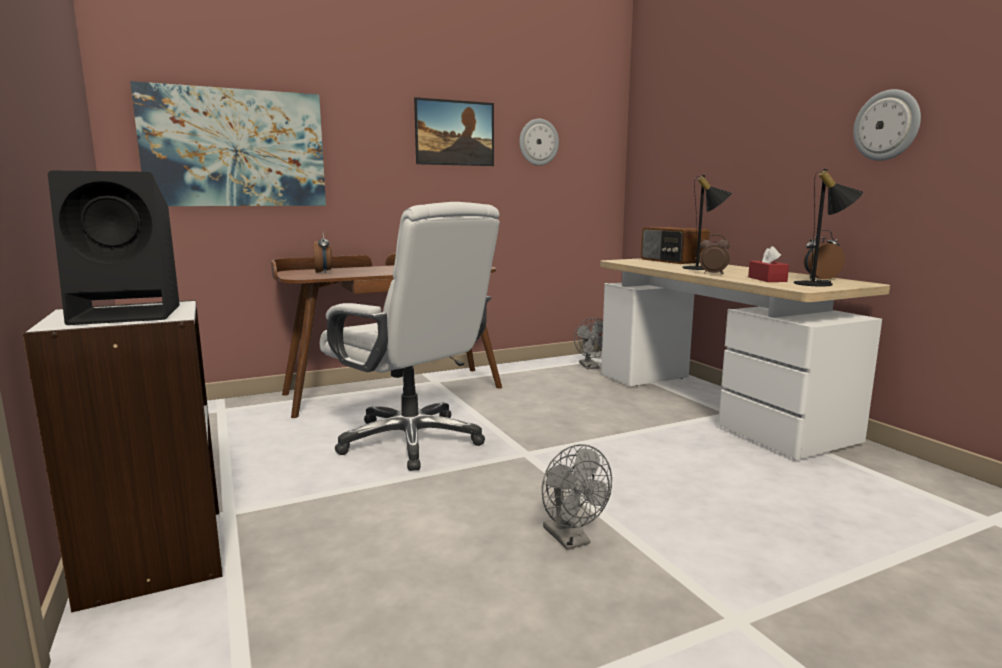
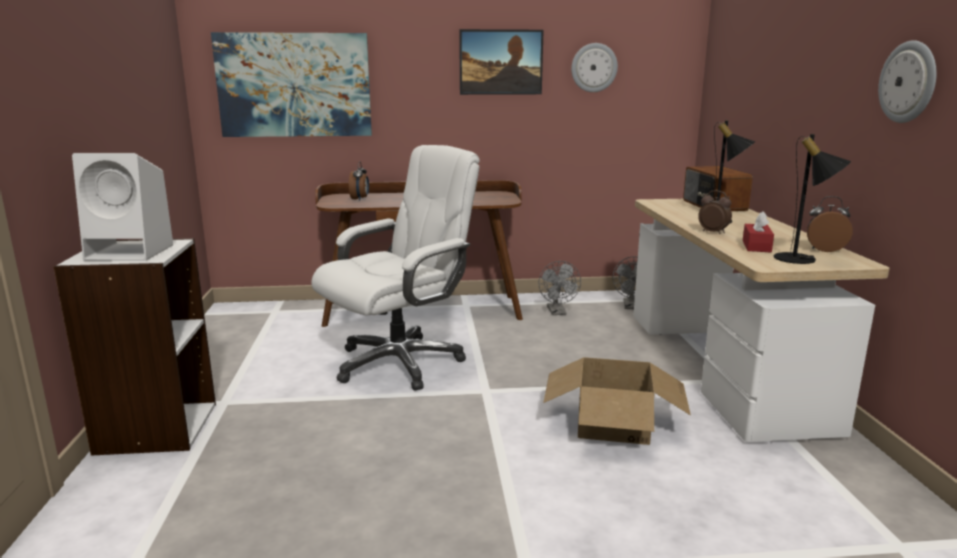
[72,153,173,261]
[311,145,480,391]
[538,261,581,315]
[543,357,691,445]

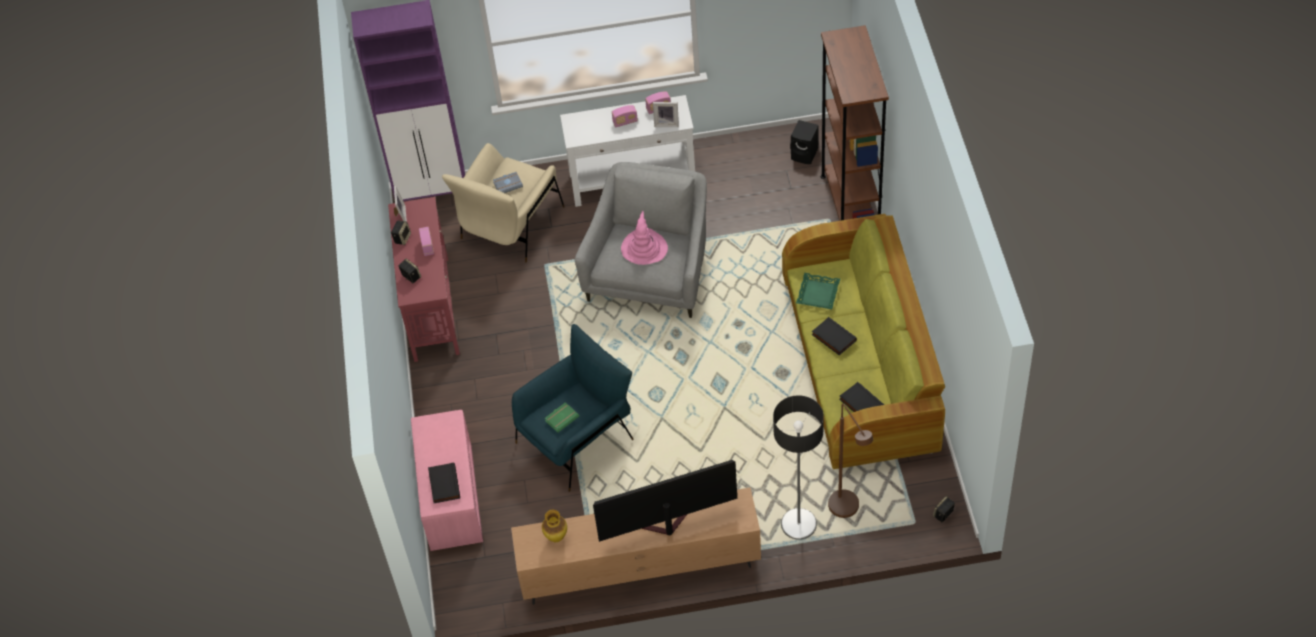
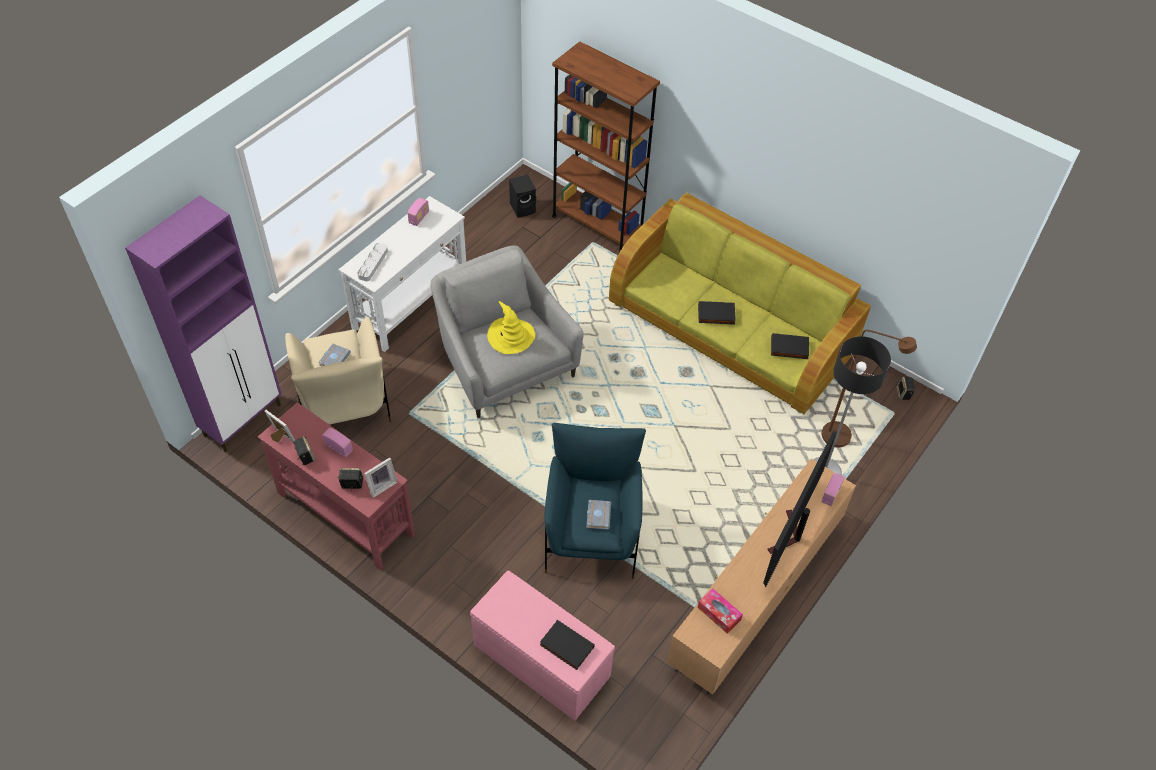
[364,458,397,498]
[821,472,845,506]
[487,301,535,354]
[796,273,840,309] (first image)
[586,500,611,530]
[697,589,743,634]
[357,243,388,281]

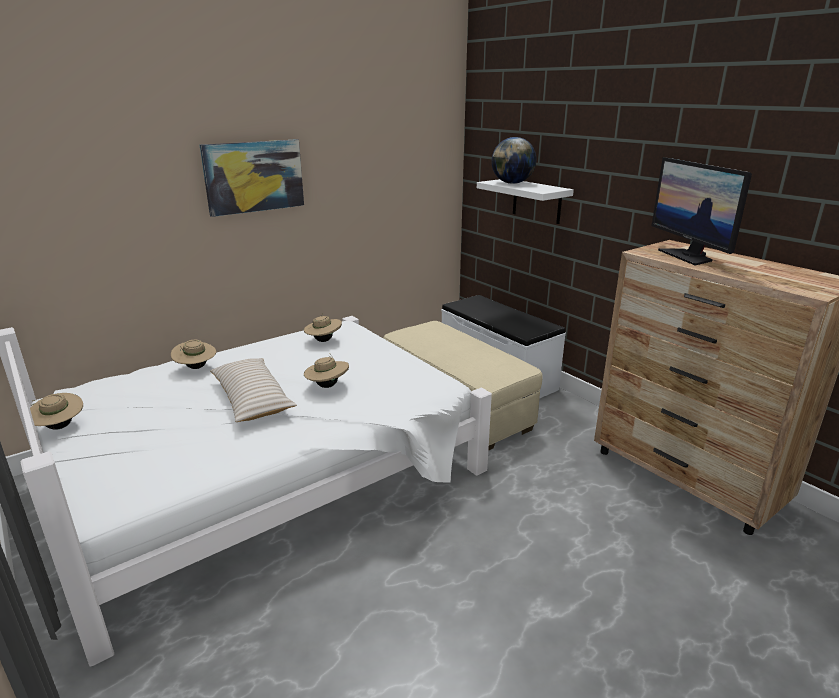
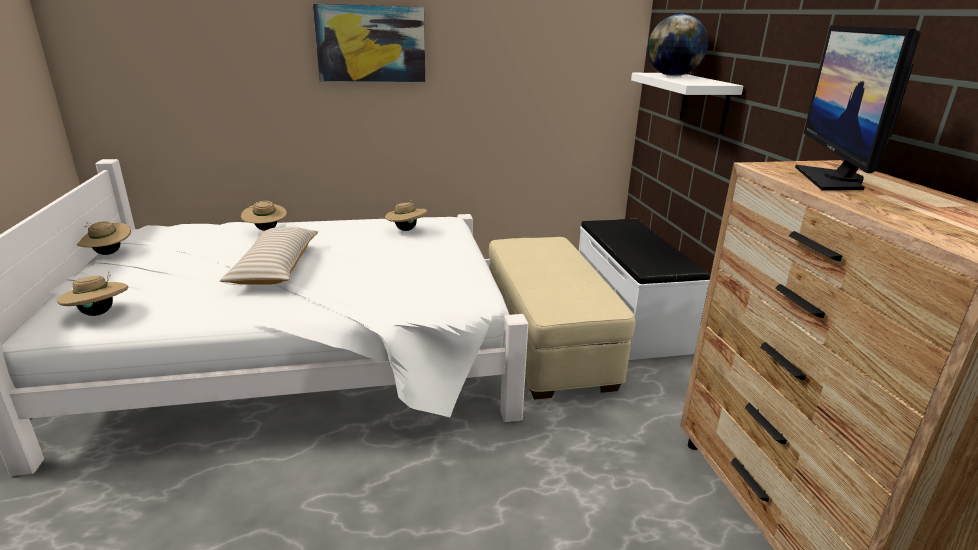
[57,272,128,316]

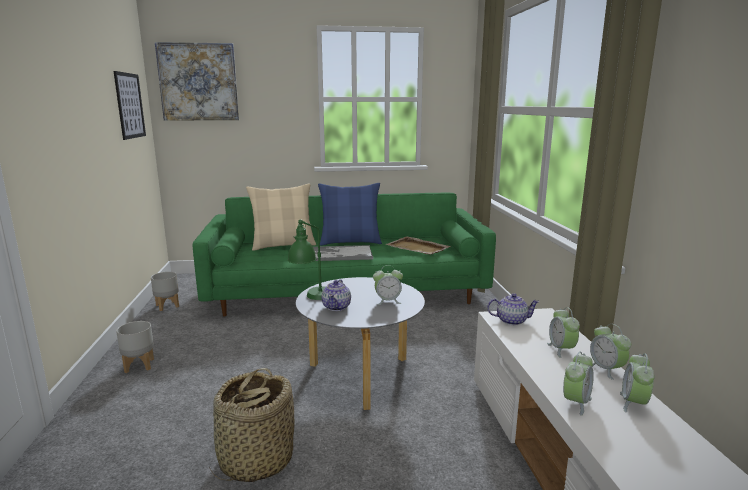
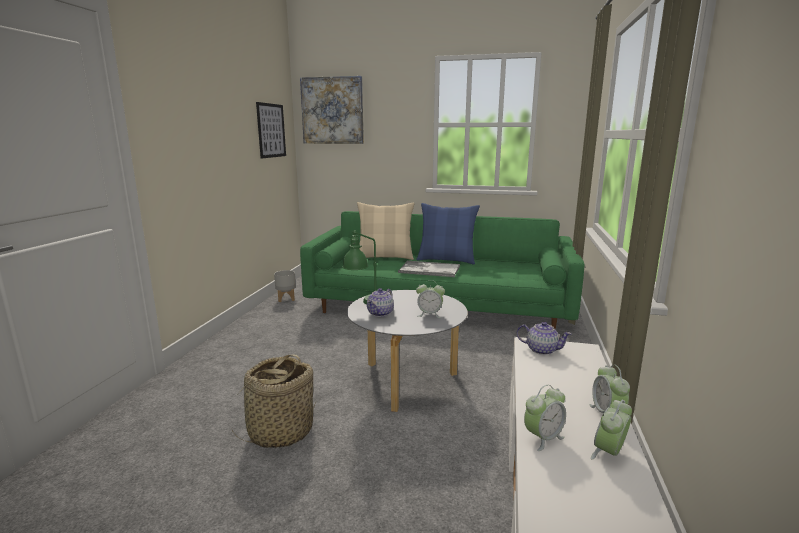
[385,236,451,255] (first image)
[547,307,580,358] (first image)
[116,321,154,373] (first image)

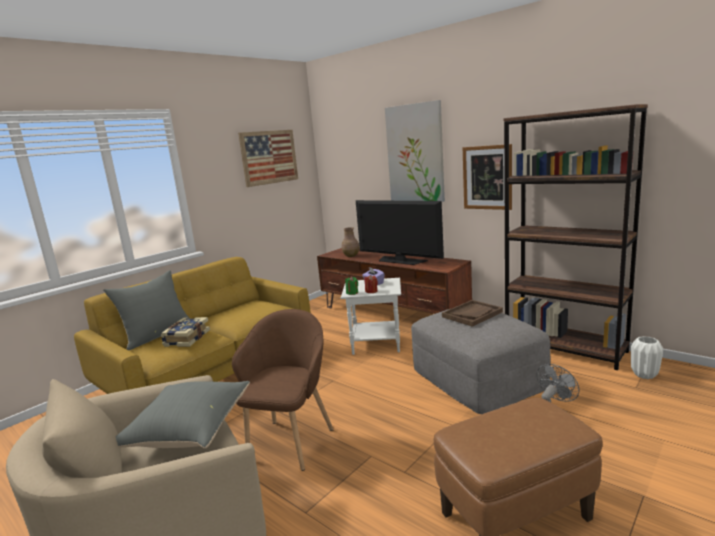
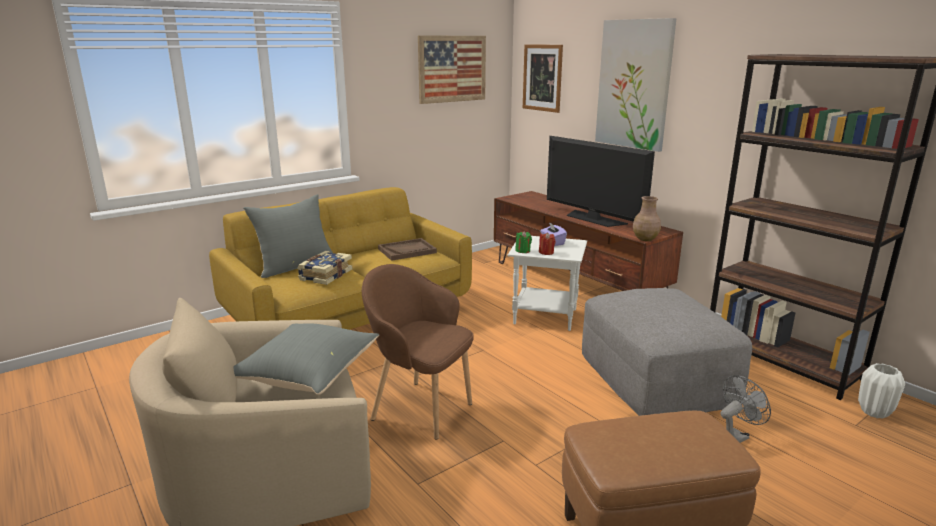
[523,44,563,113]
[633,196,661,241]
[378,238,437,261]
[362,264,474,440]

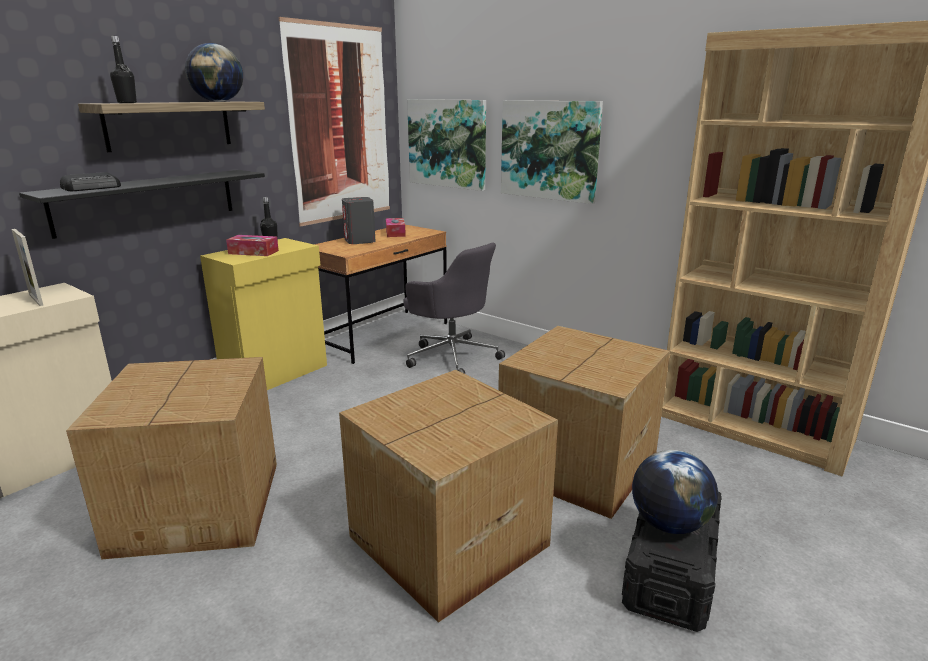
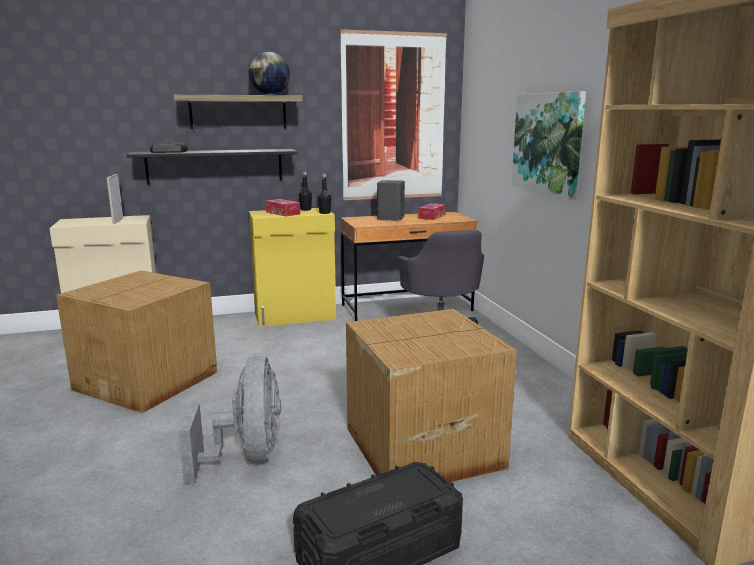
[318,173,331,214]
[407,99,486,191] (first image)
[178,356,281,483]
[632,450,718,534] (first image)

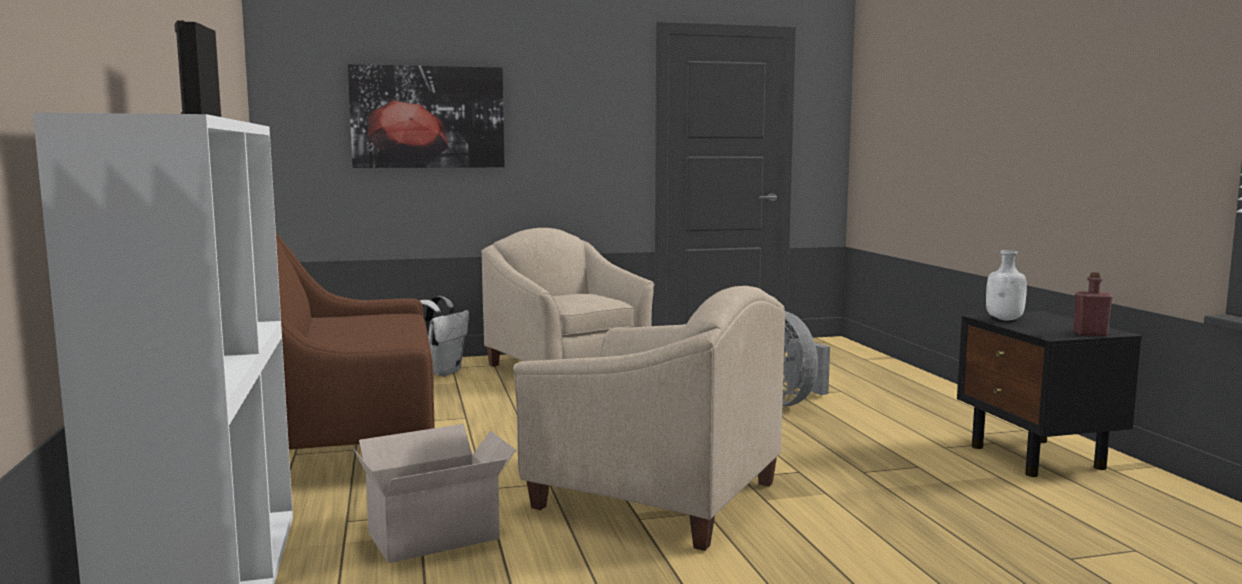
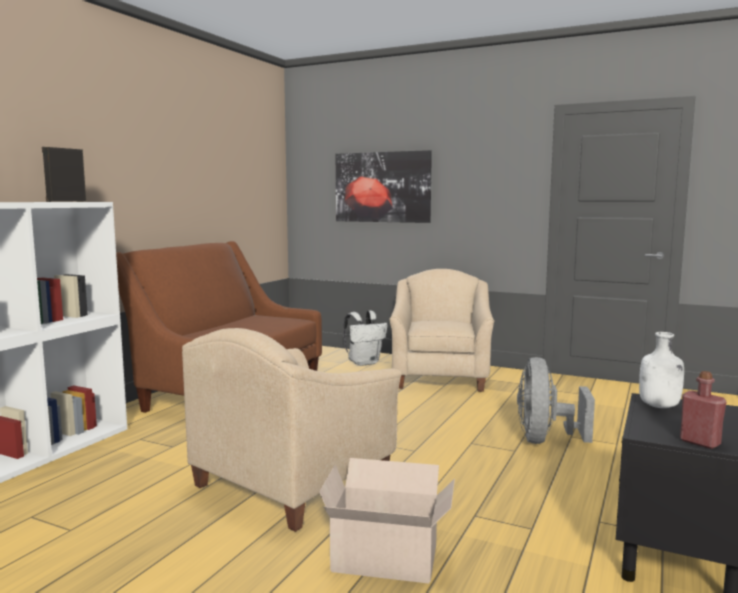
[182,328,401,532]
[319,458,455,584]

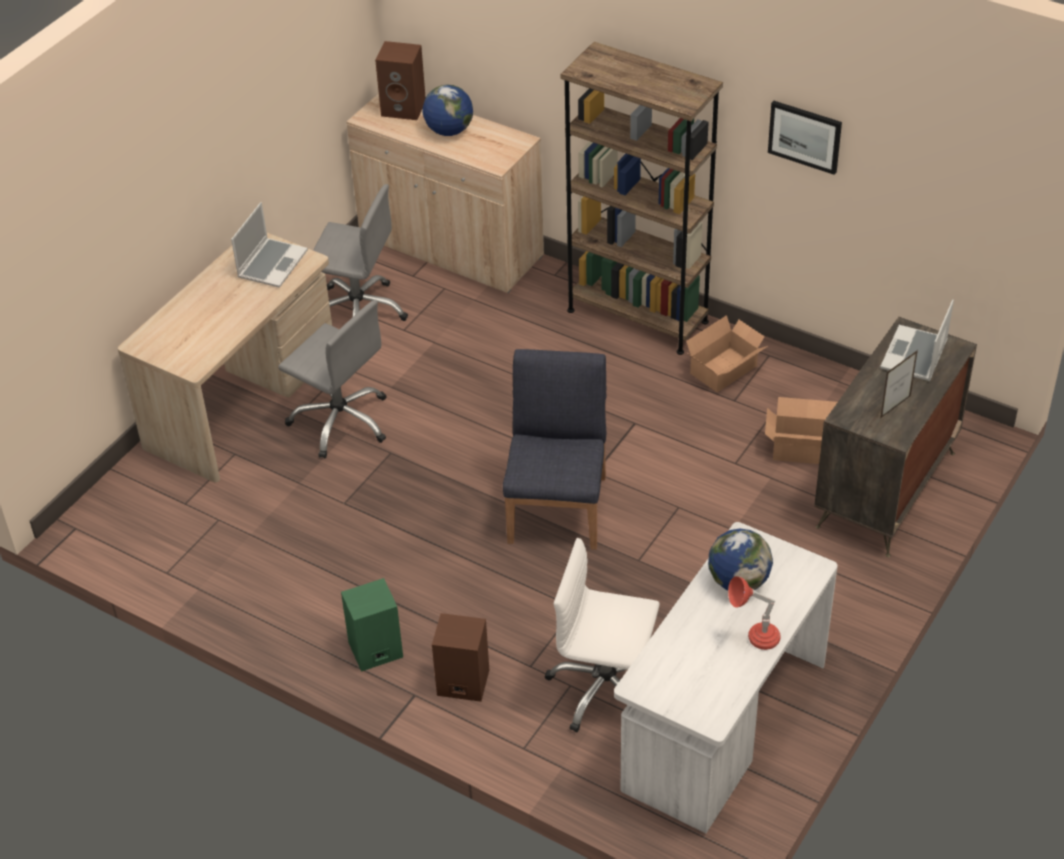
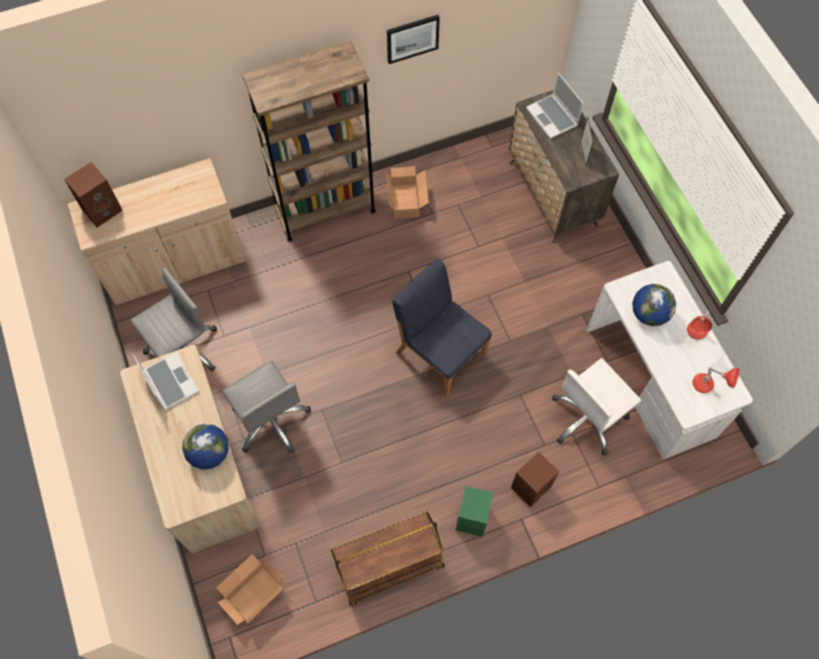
[182,424,229,470]
[222,361,311,453]
[216,554,284,625]
[693,366,739,393]
[331,512,445,606]

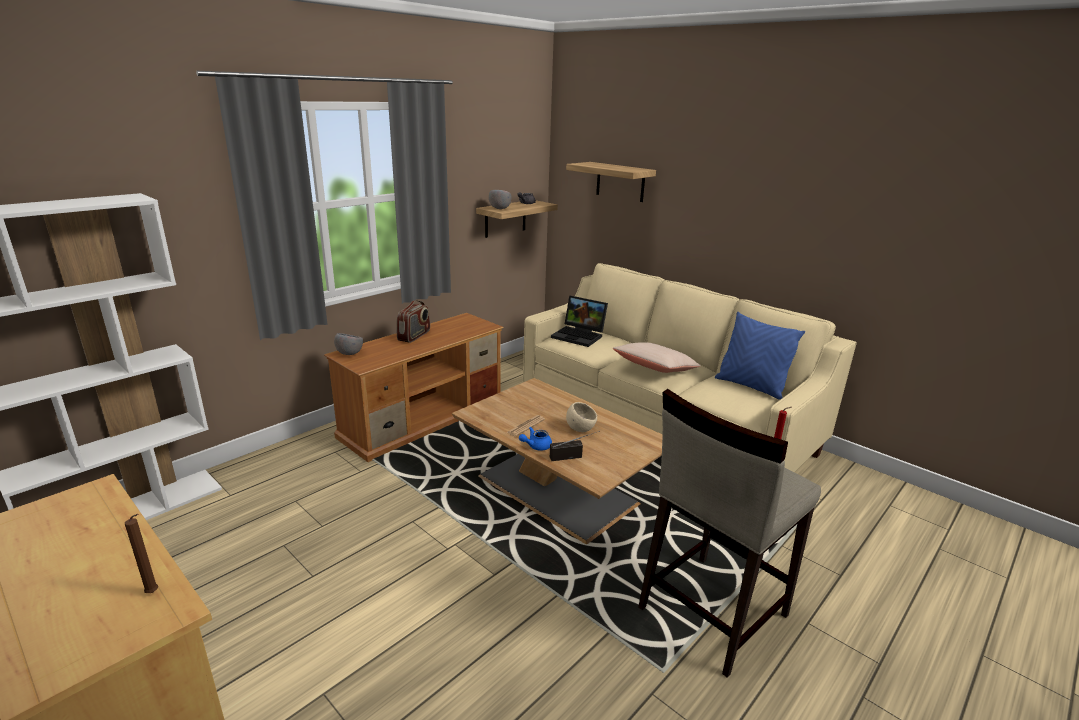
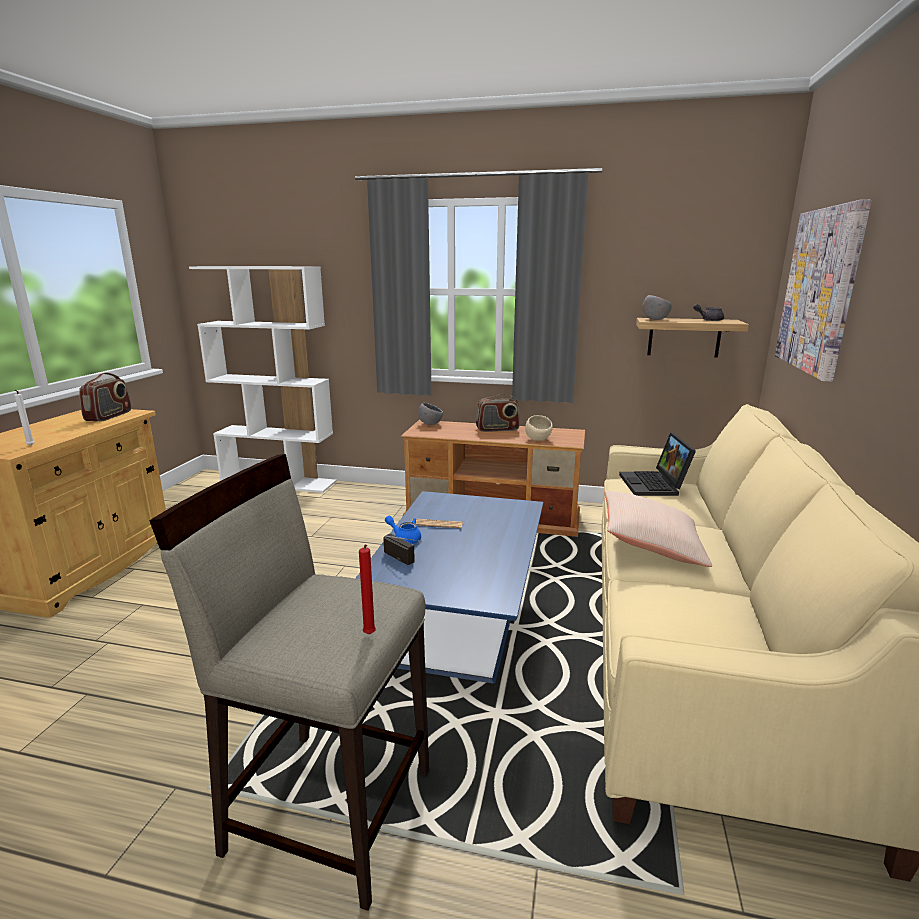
[775,199,872,382]
[715,312,805,400] (first image)
[356,491,543,683]
[525,415,553,441]
[14,390,34,446]
[79,372,131,421]

